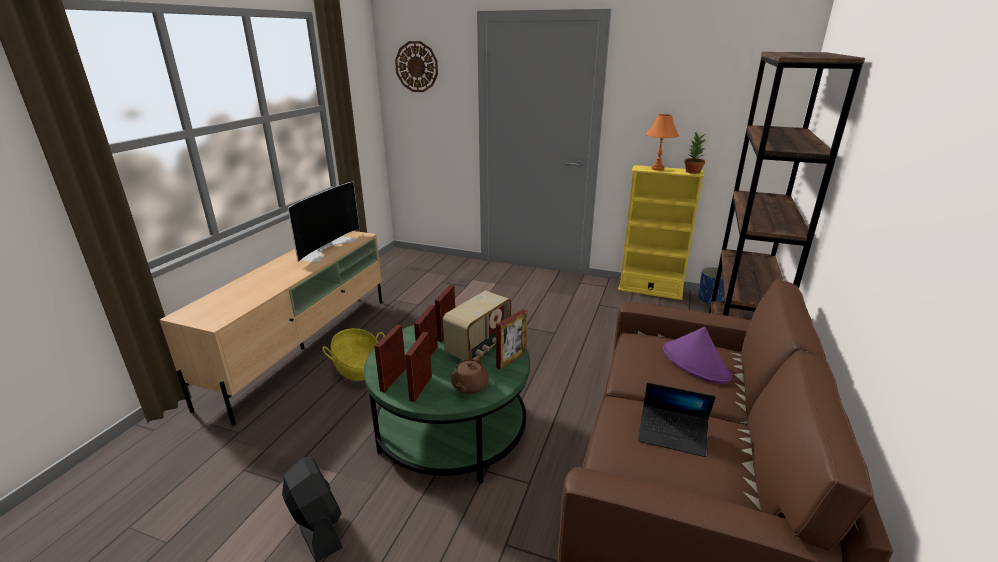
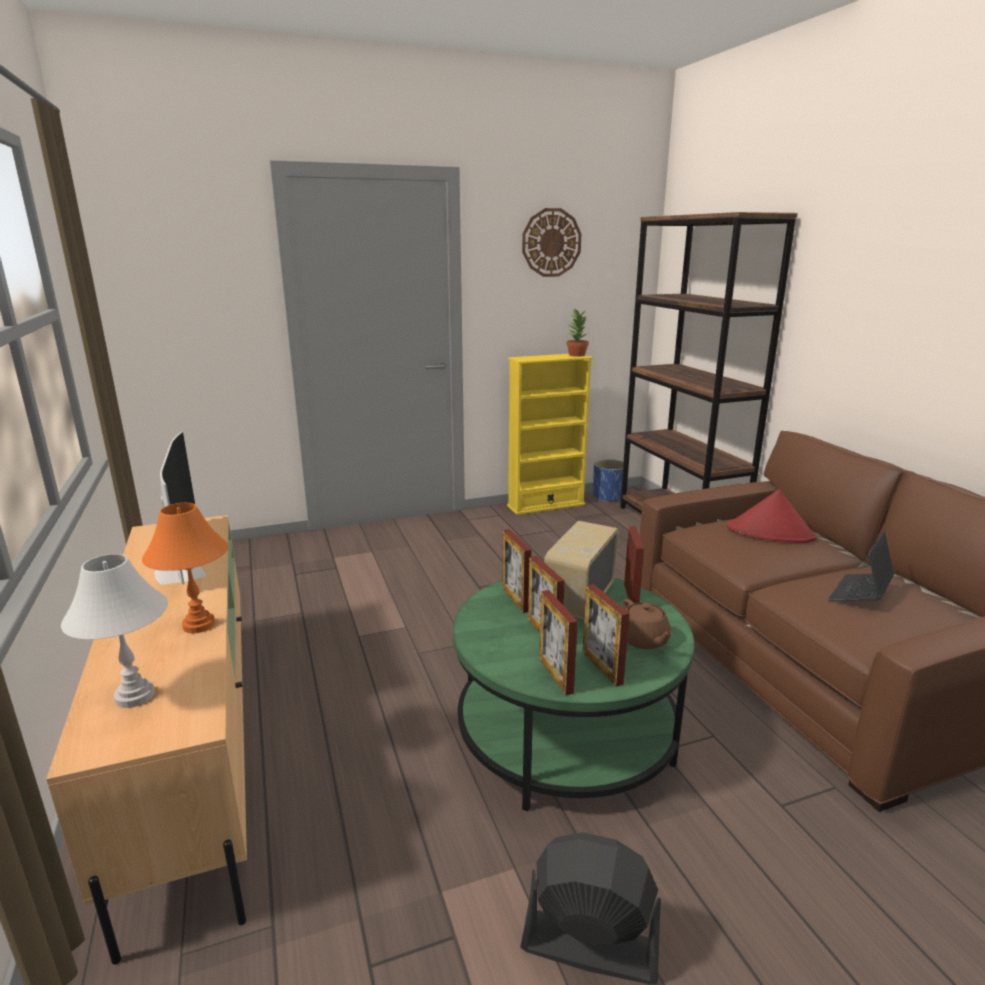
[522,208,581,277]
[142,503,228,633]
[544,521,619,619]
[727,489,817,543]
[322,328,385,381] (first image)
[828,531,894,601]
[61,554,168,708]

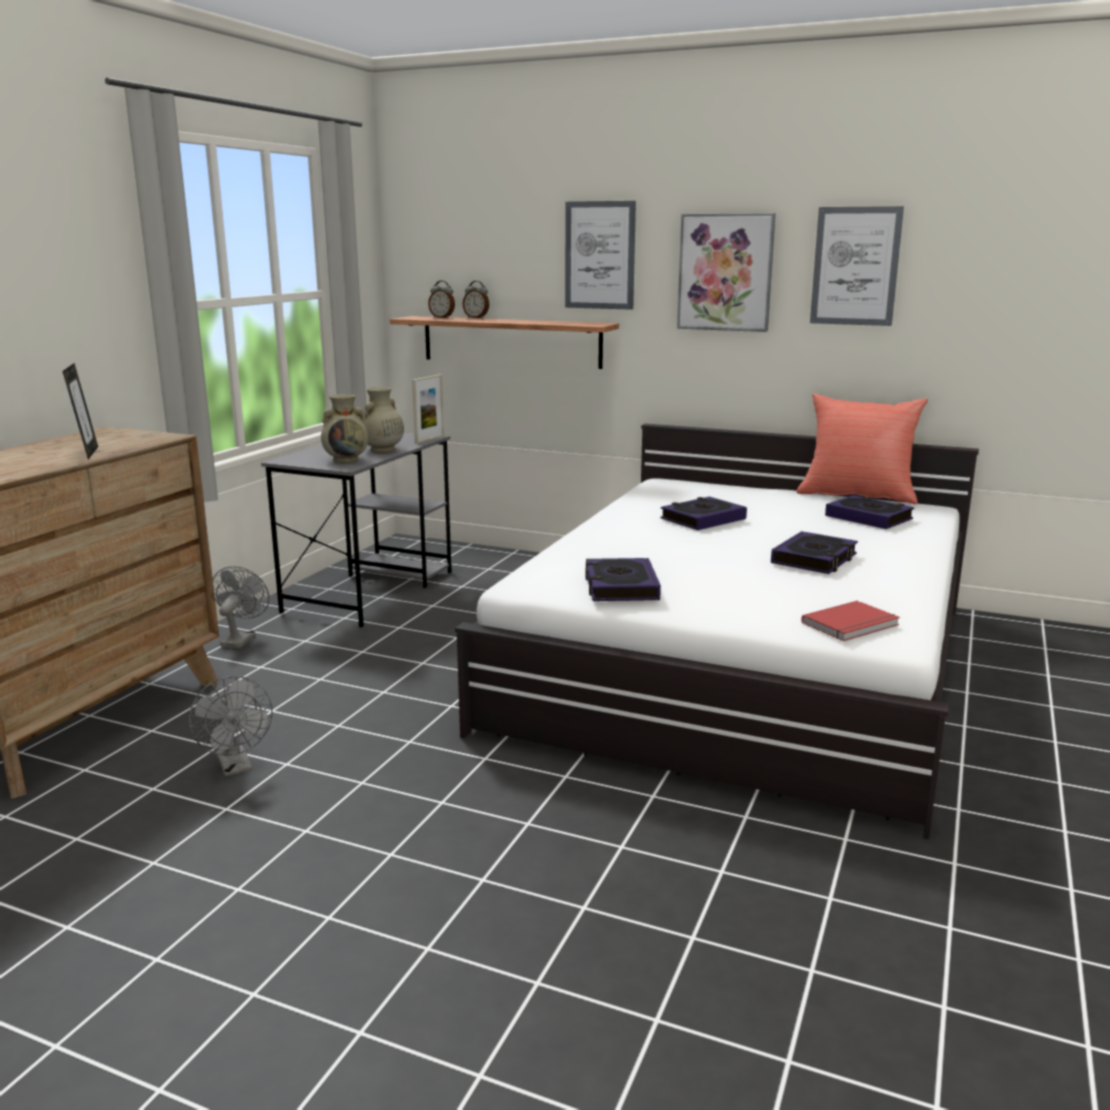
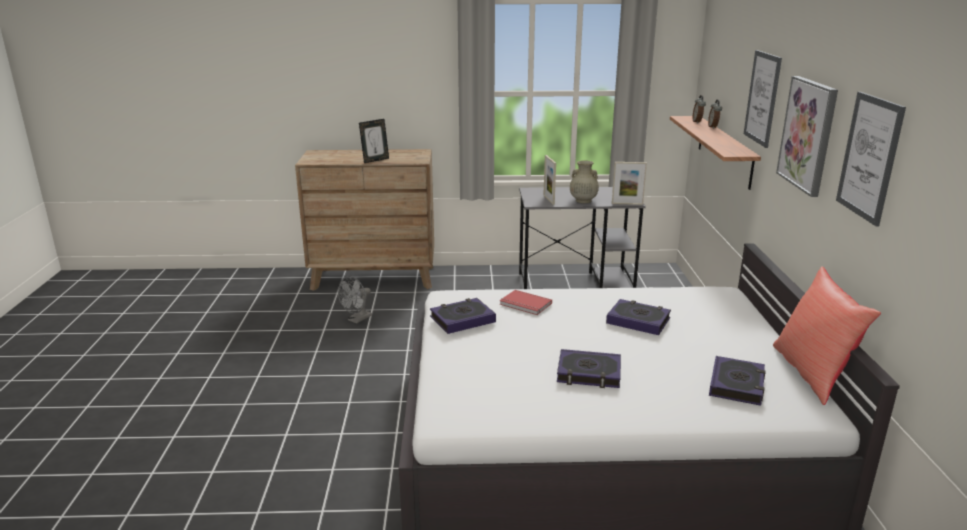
[543,155,556,205]
[213,566,269,648] (first image)
[500,290,552,315]

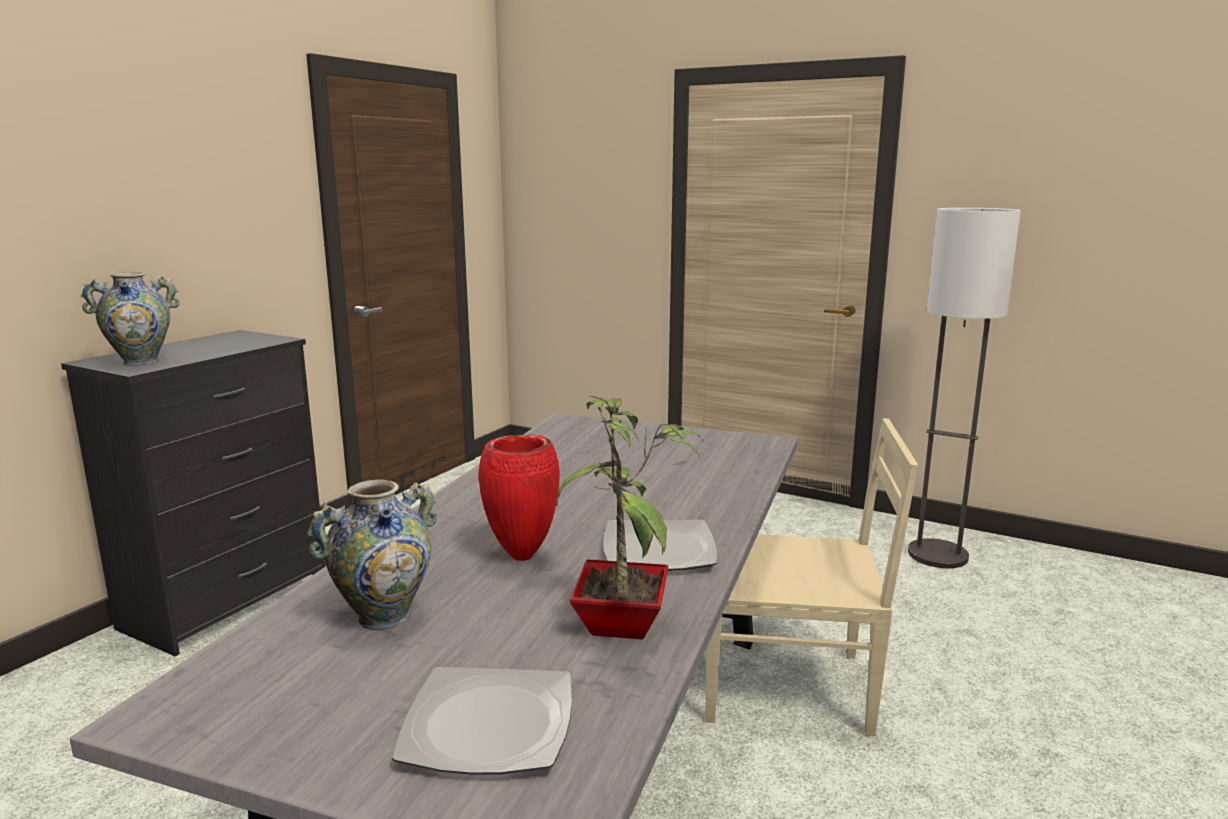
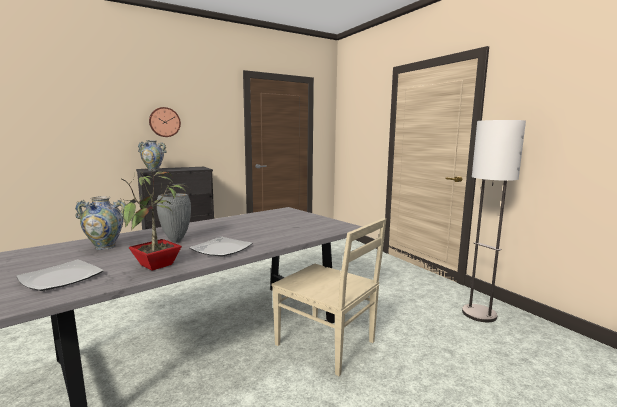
[157,193,191,243]
[149,107,181,137]

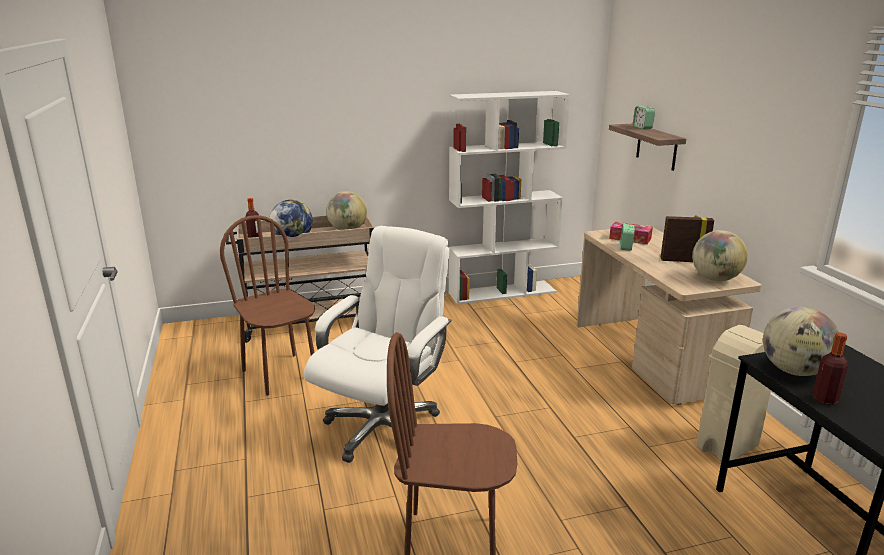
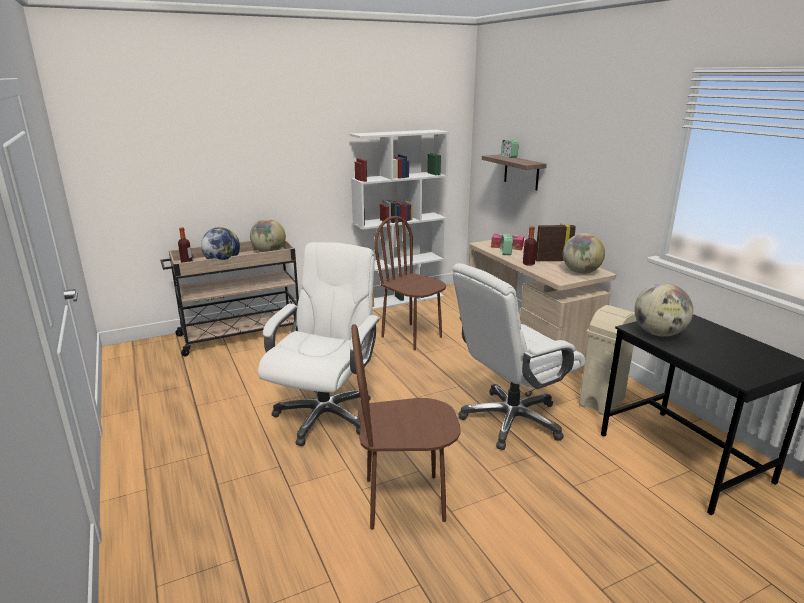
[374,216,446,350]
[523,226,537,266]
[452,263,585,450]

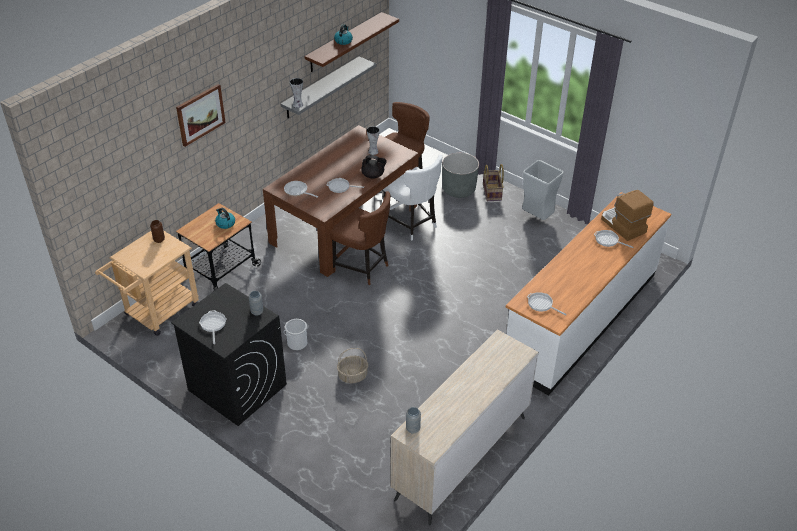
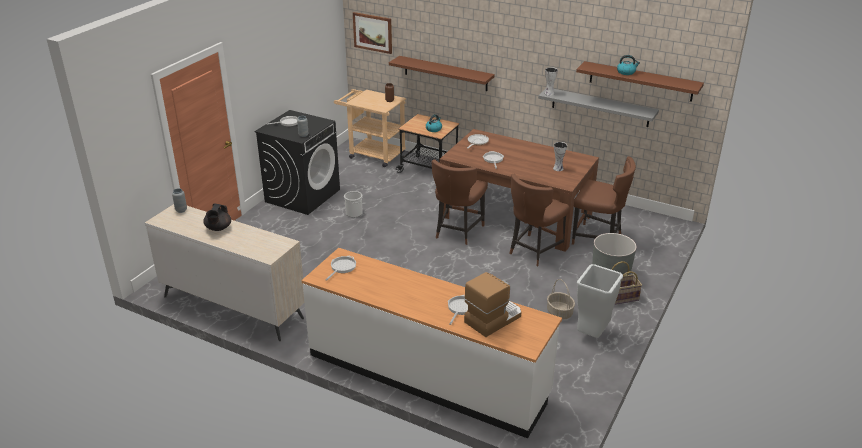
[353,12,392,54]
[509,174,570,266]
[203,204,231,231]
[547,279,575,320]
[389,56,495,91]

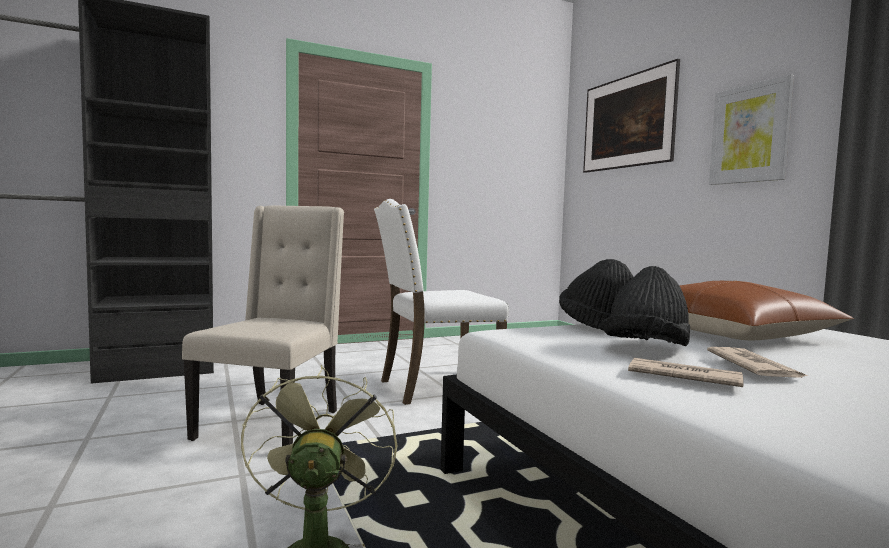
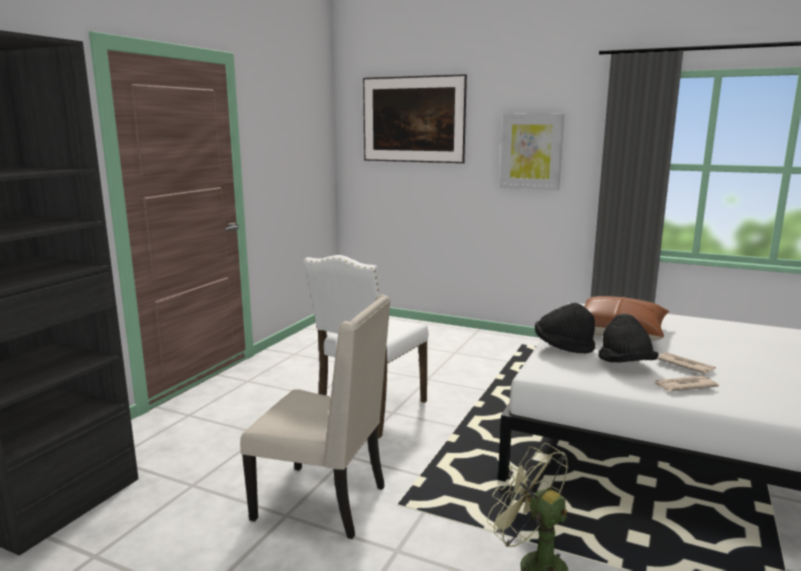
[240,295,391,539]

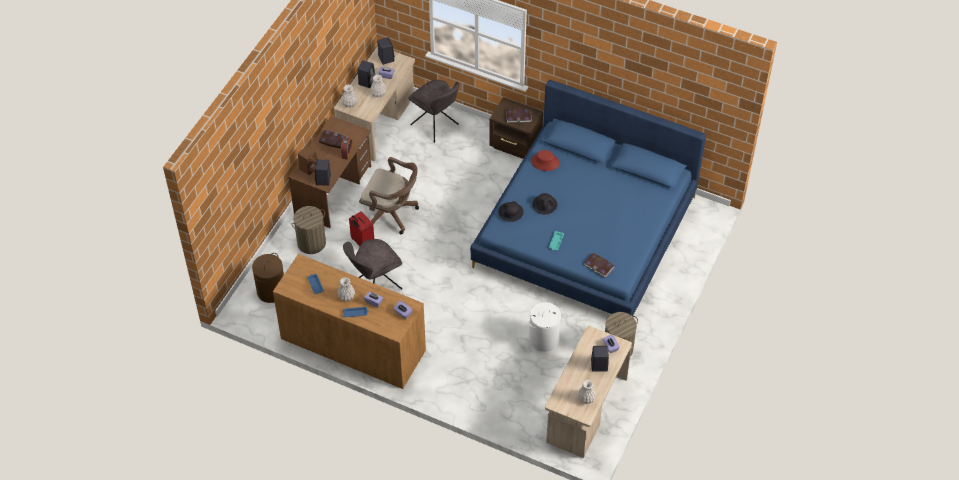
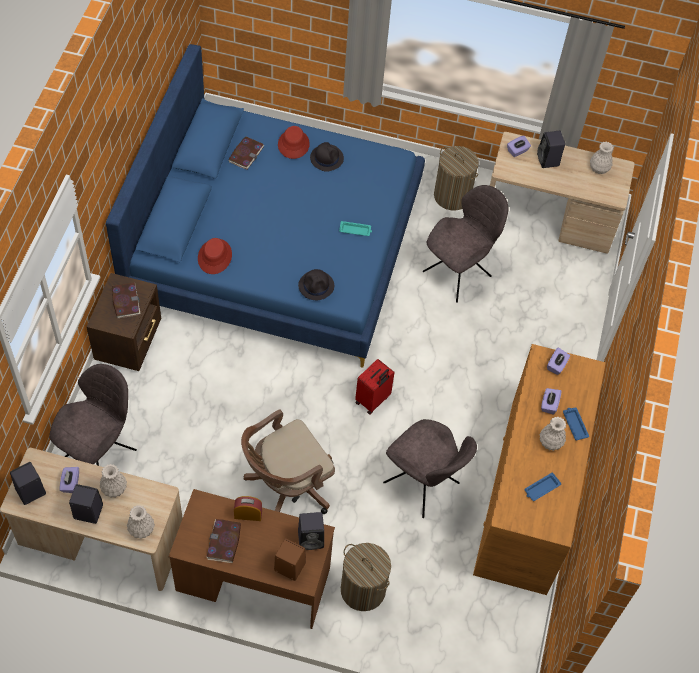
[241,410,335,514]
[310,142,344,172]
[355,359,395,414]
[252,253,284,303] (first image)
[228,136,264,170]
[423,185,508,303]
[278,126,310,159]

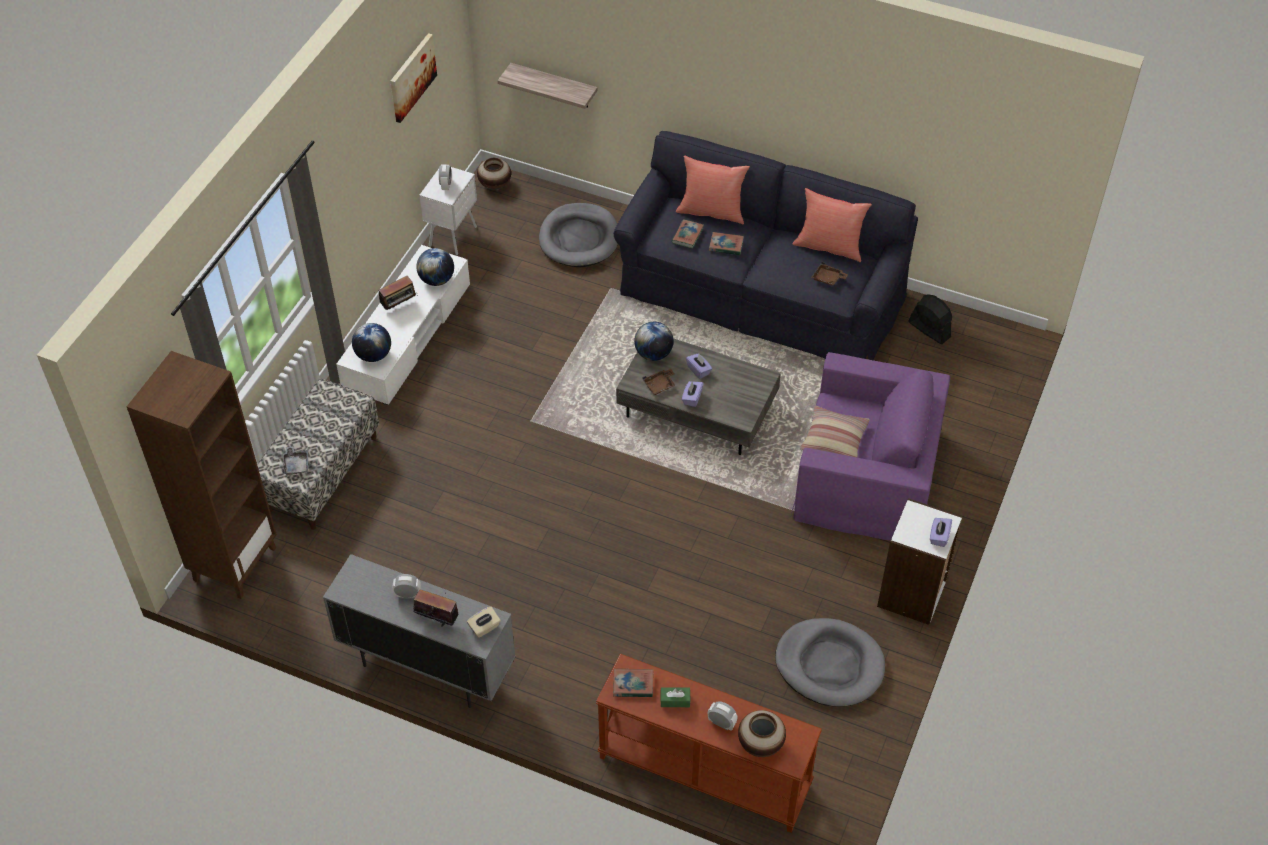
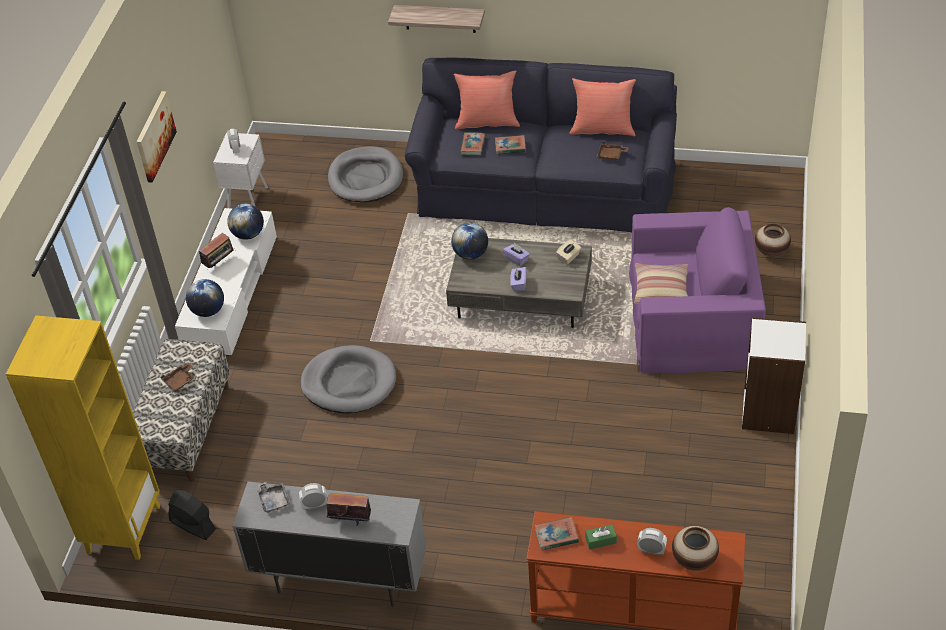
[136,91,177,182]
[388,5,485,33]
[755,224,791,257]
[168,490,216,540]
[6,315,161,560]
[161,363,195,391]
[258,482,290,513]
[930,518,952,547] (first image)
[556,239,581,264]
[300,345,396,413]

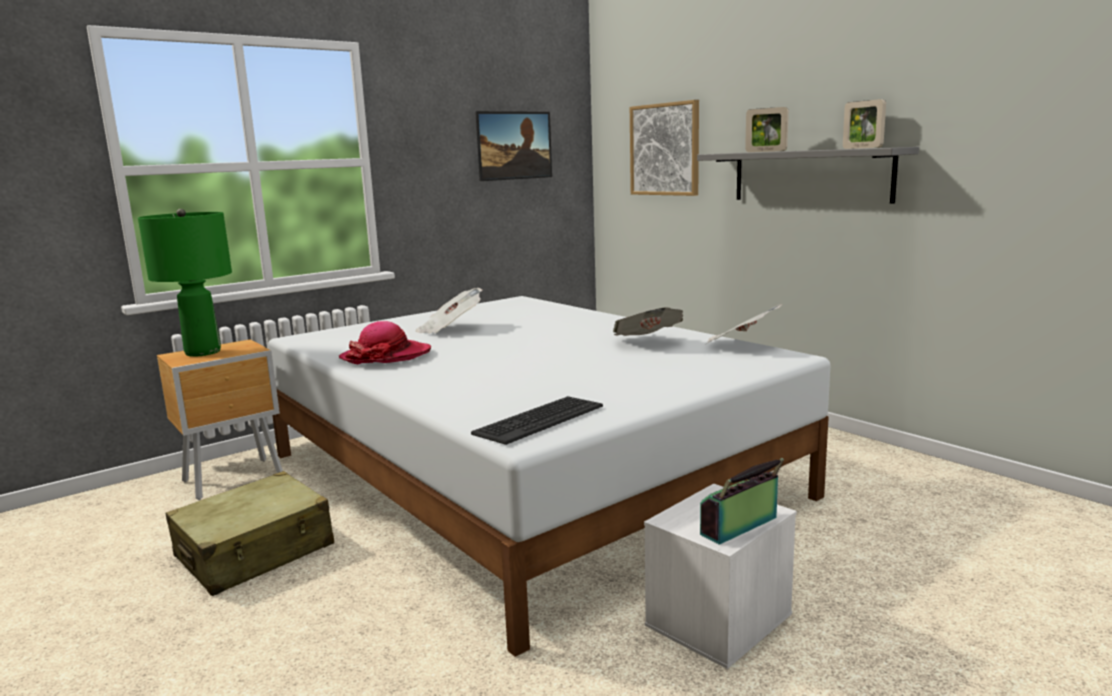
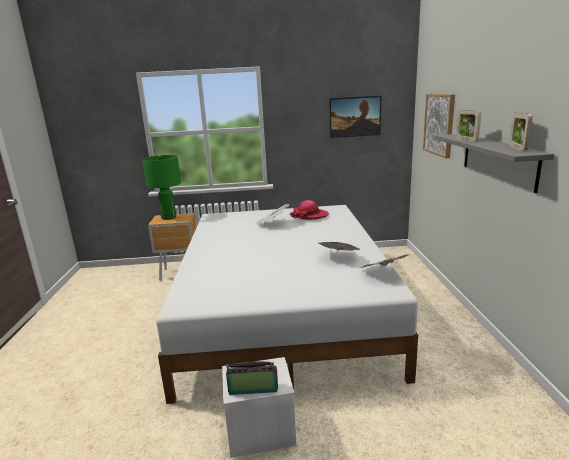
[290,200,329,220]
[471,396,603,445] (first image)
[166,471,334,596] (first image)

